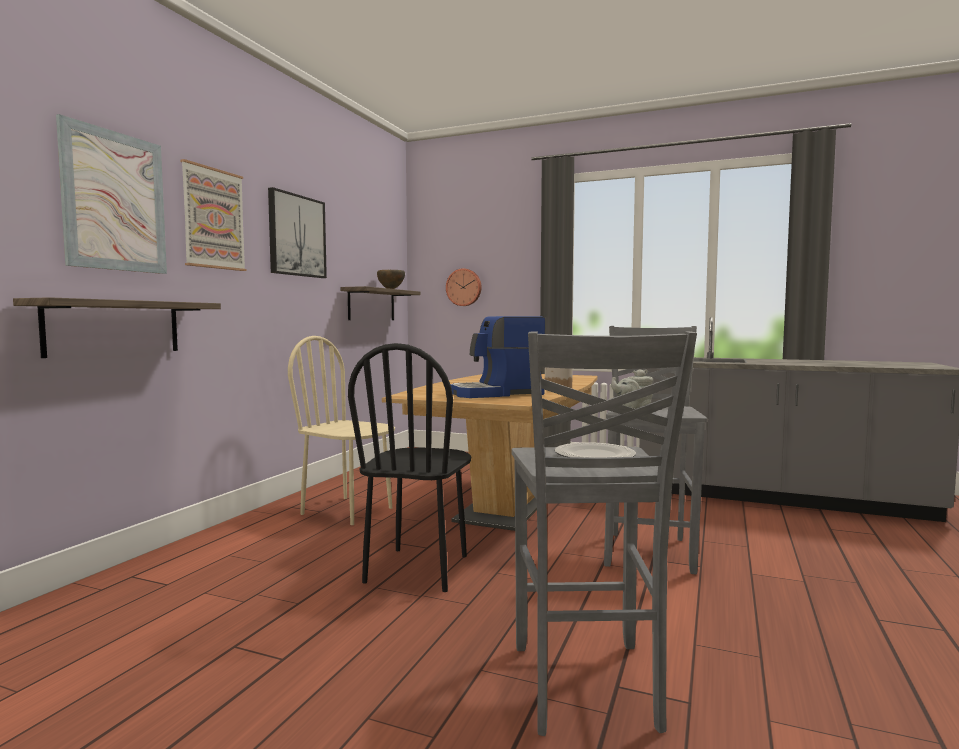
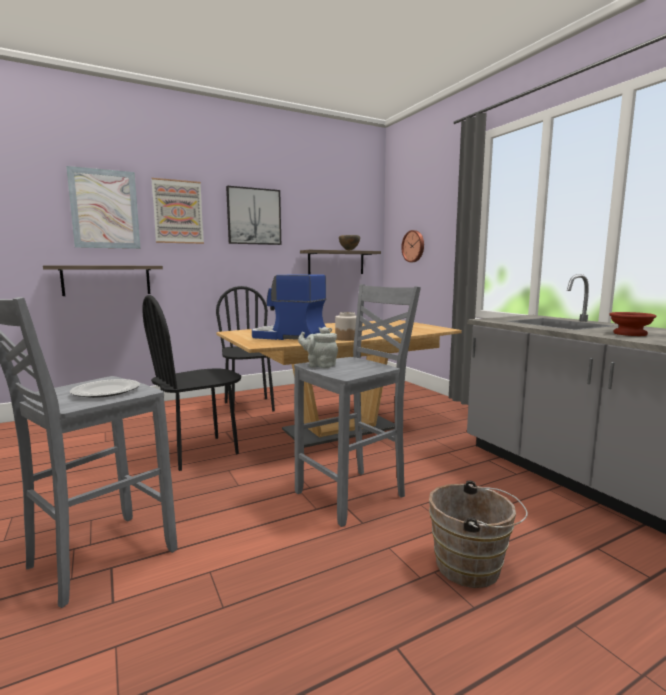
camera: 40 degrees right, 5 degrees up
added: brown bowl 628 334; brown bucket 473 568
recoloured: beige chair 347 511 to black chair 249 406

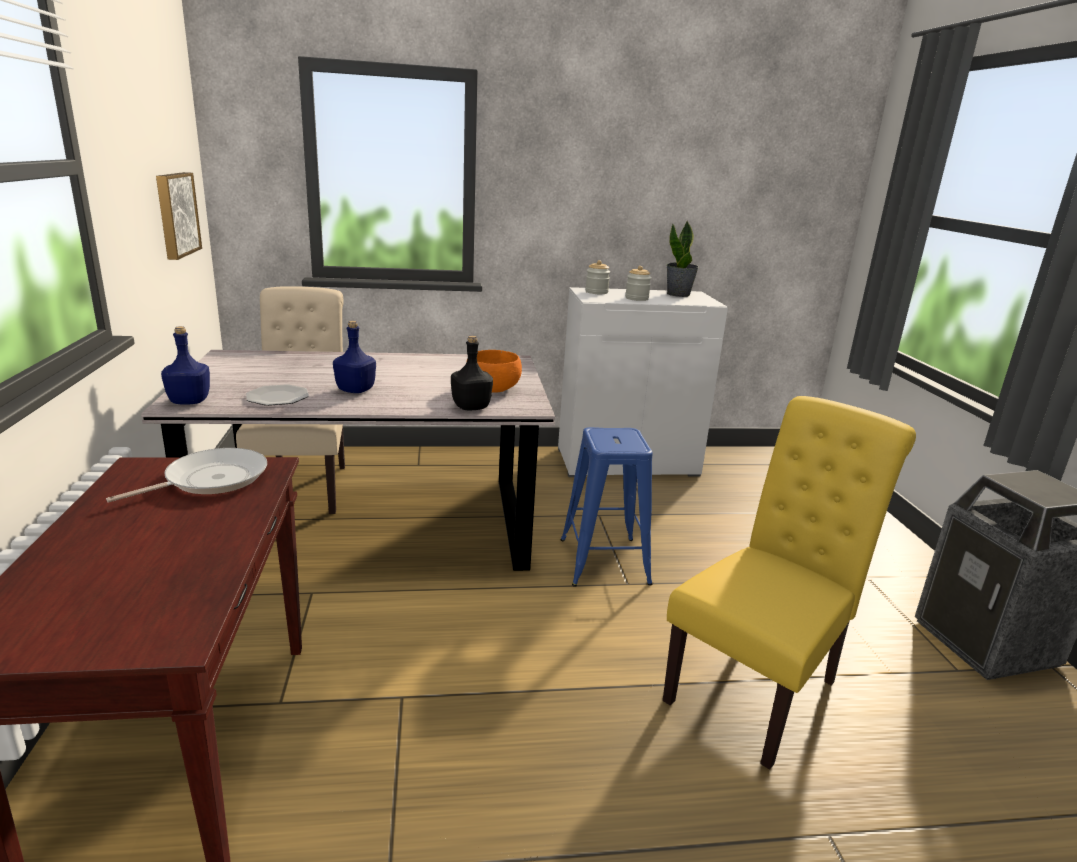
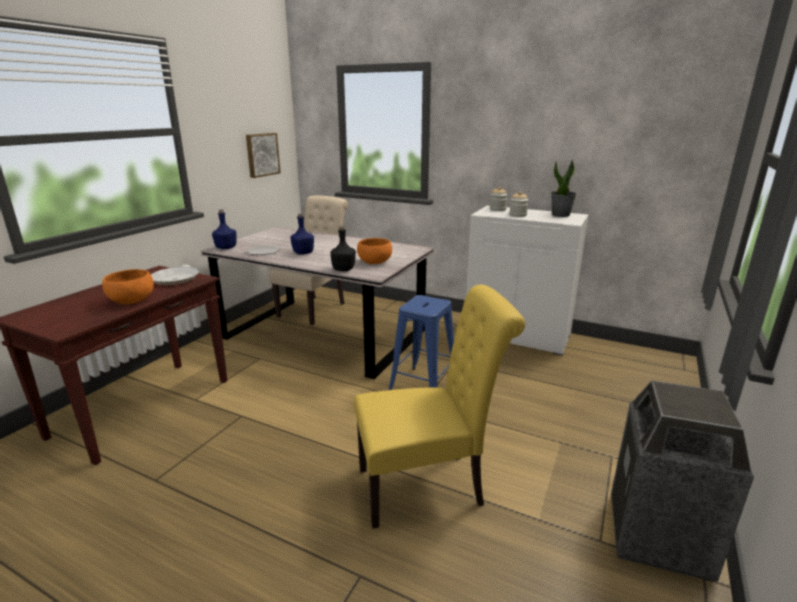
camera: 35 degrees right, 0 degrees up
added: orange bowl 132 300

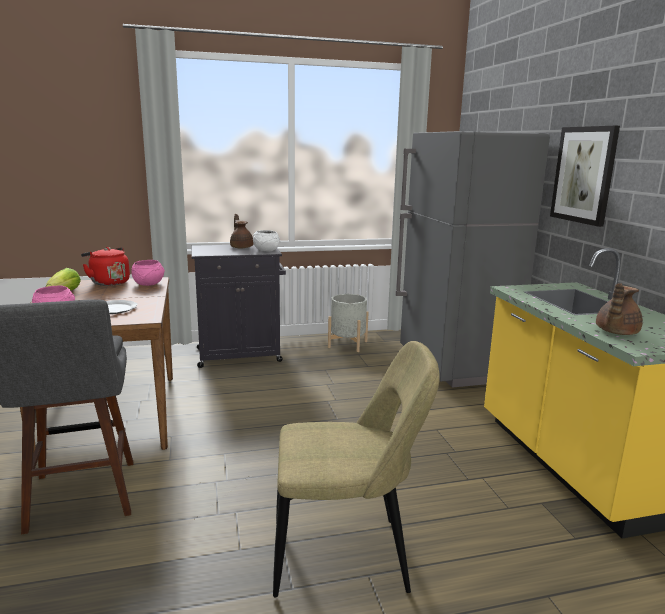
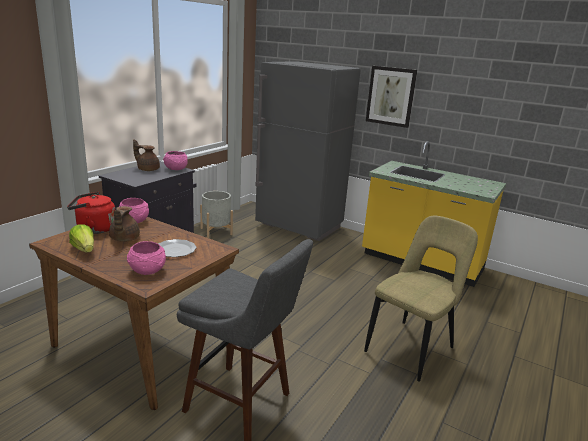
camera: 45 degrees left, 5 degrees up
moved: brown teapot 615 332 to 124 239
recoloured: white bowl 266 250 to pink bowl 175 169

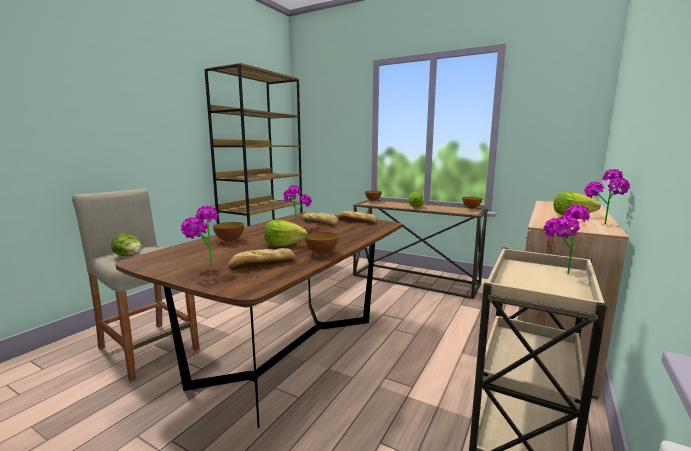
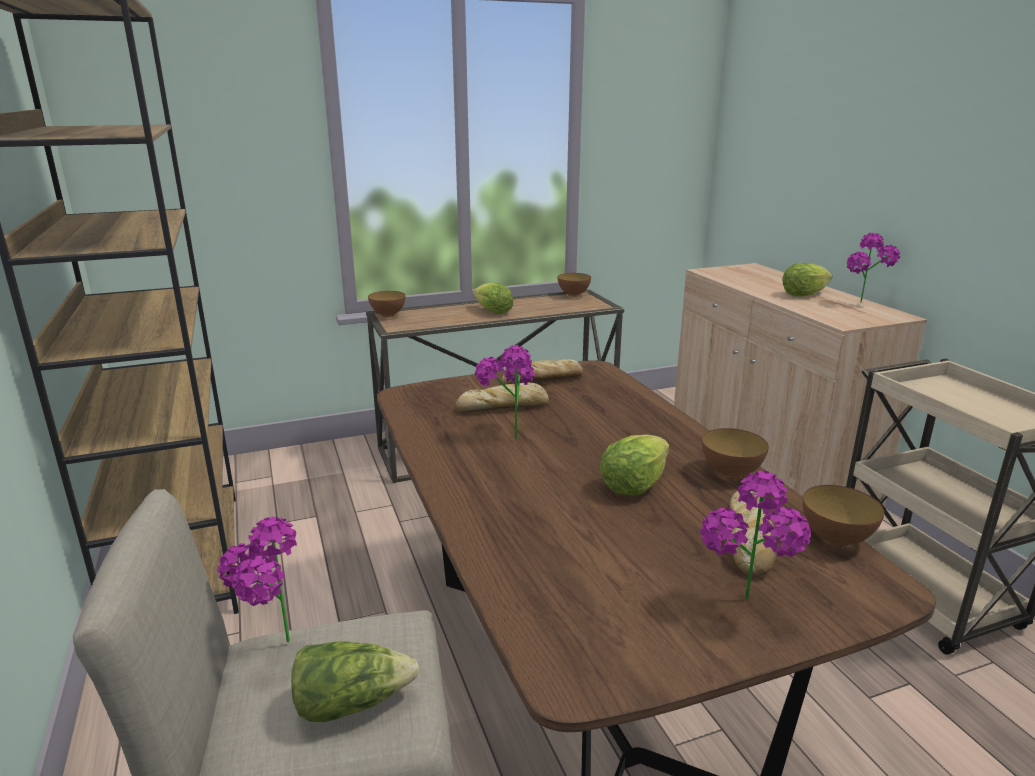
camera: 50 degrees left, 10 degrees up
moved: potted plant 559 273 to 271 650; bowl 230 241 to 835 539

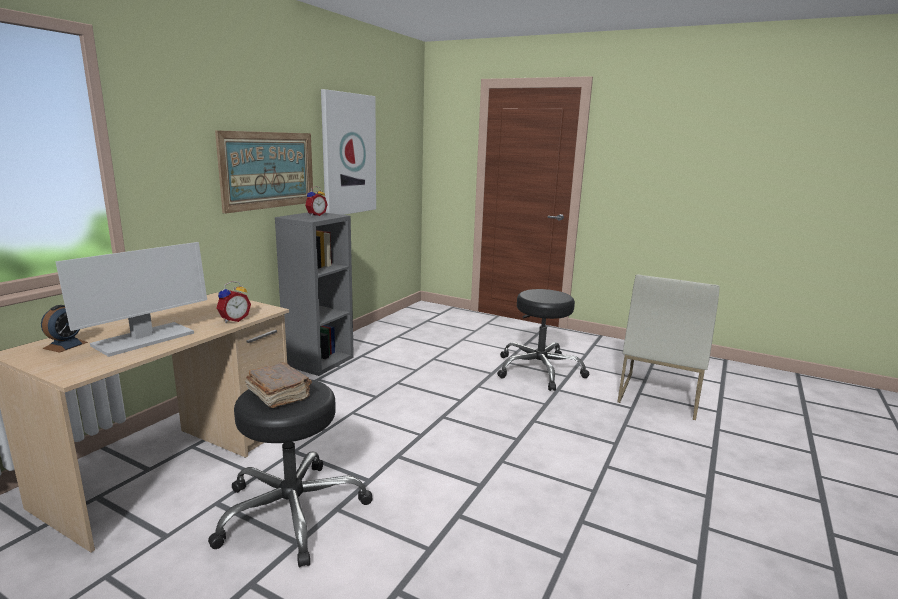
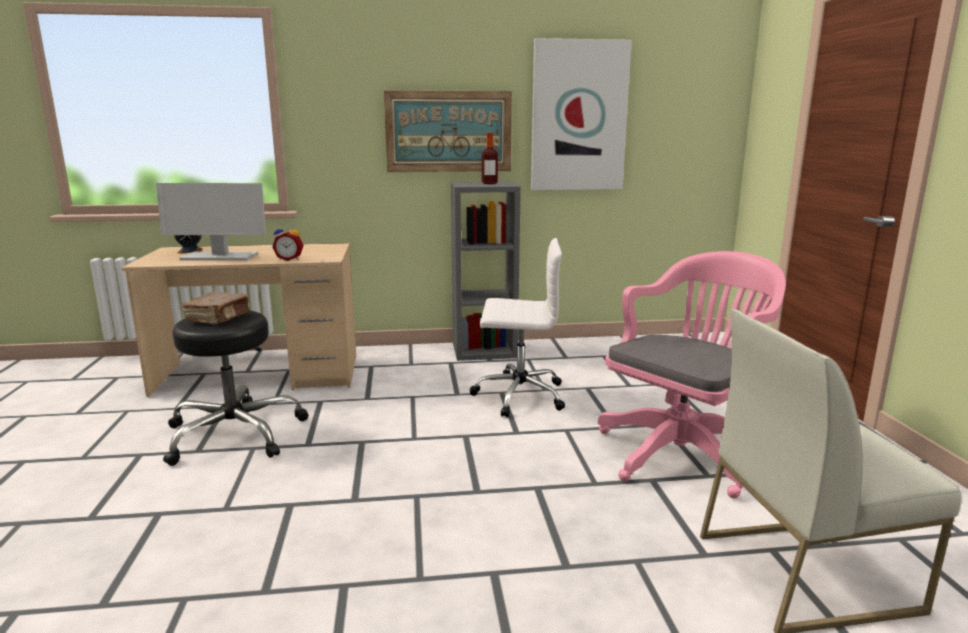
camera: 55 degrees right, 0 degrees up
added: white office chair 518 395
replaced: alarm clock 315 215 to bottle 489 183; black stool 539 370 to pink office chair 683 451

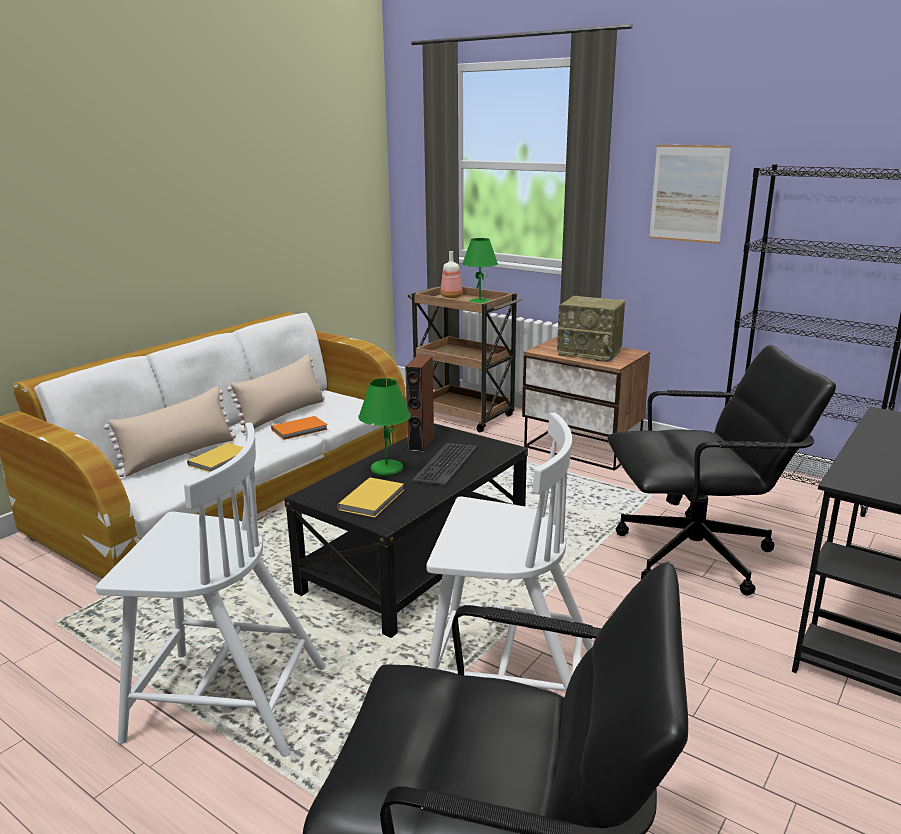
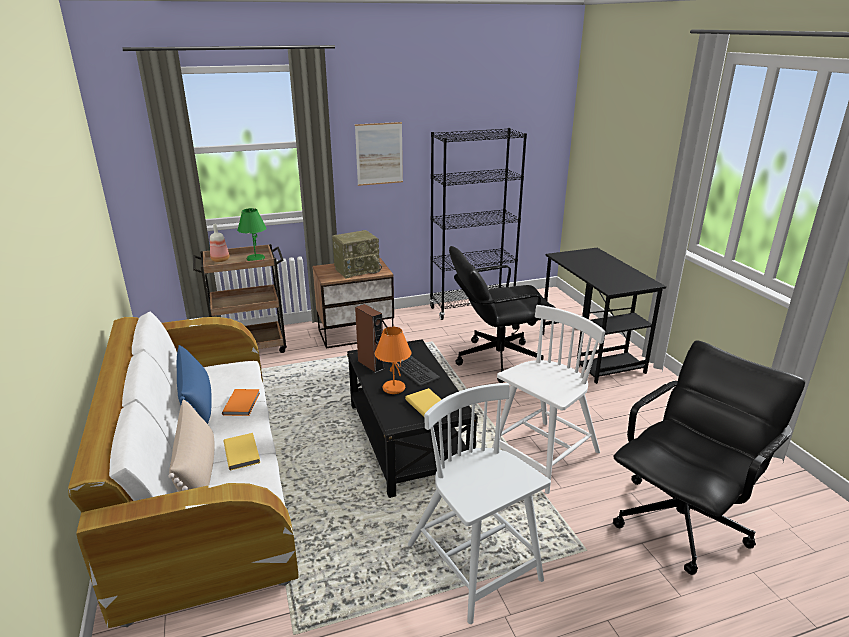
camera: 55 degrees left, 5 degrees up
recoloured: beige pillow 282 415 to blue pillow 197 402; green table lamp 386 469 to orange table lamp 393 388
turned: black office chair 696 556 = 497 359 135 degrees counterclockwise; white chair 224 701 = 475 564 75 degrees counterclockwise

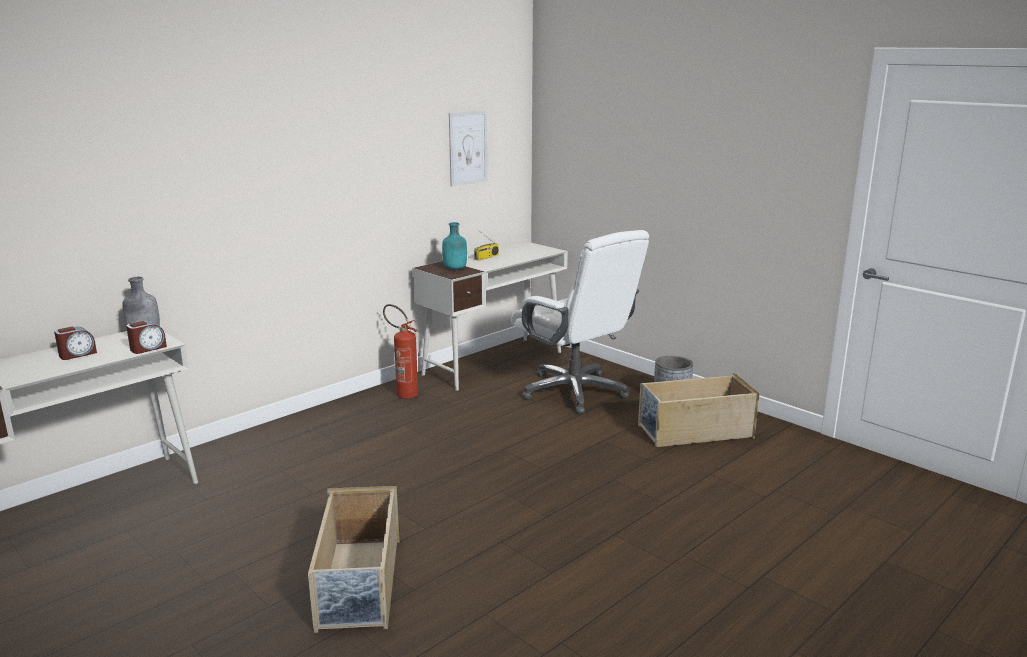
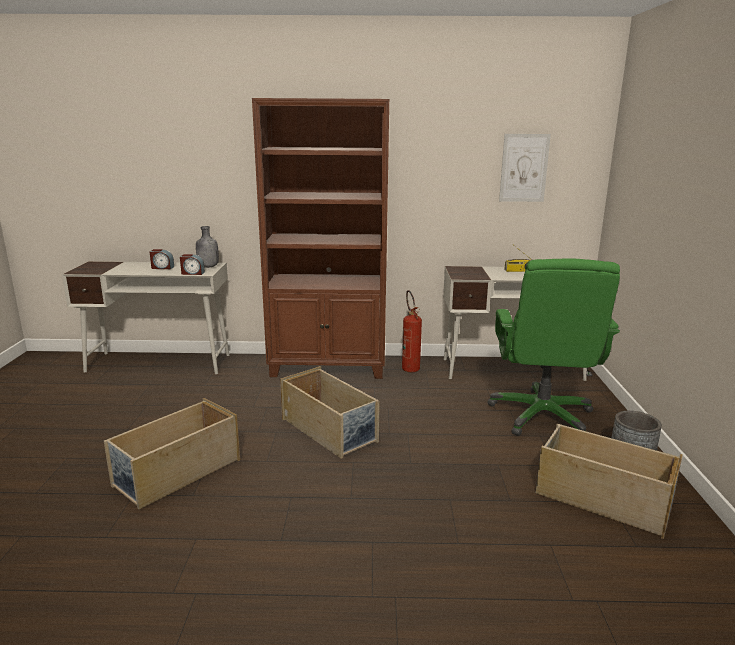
camera: 45 degrees right, 0 degrees up
removed: turquoise bottle 455 268
added: brown bookcase 329 367; beige storage box 330 430
recoloured: white office chair 575 392 to green office chair 542 416

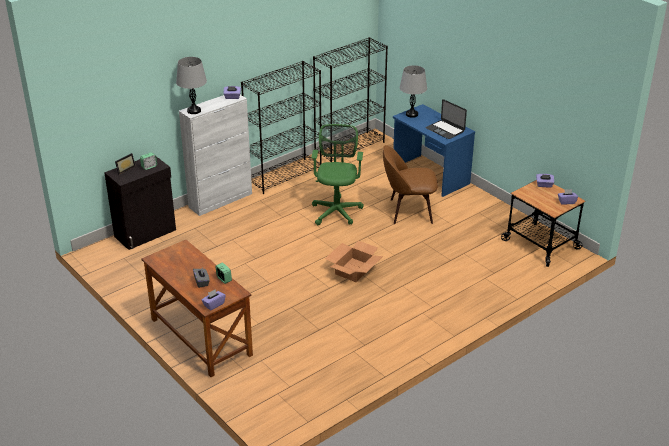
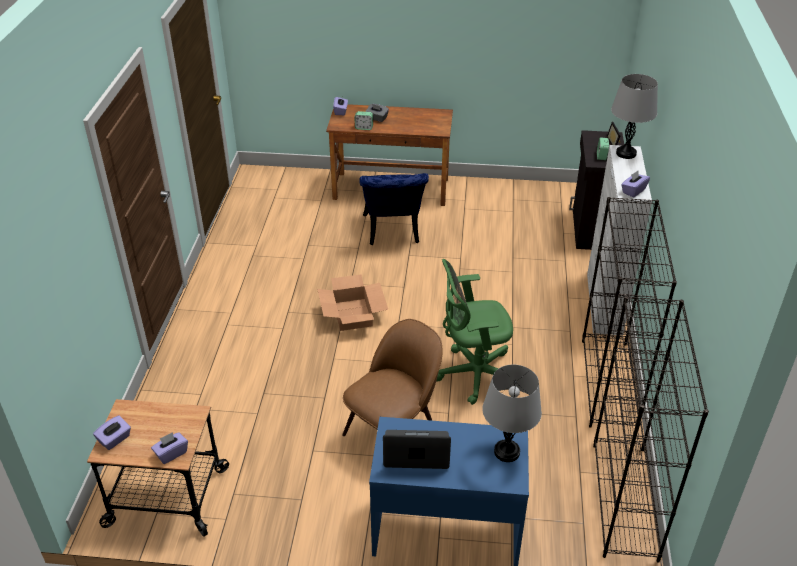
camera: 135 degrees right, 5 degrees up
added: blue chair 392 232
turned: green office chair 337 210 = 473 375 120 degrees clockwise

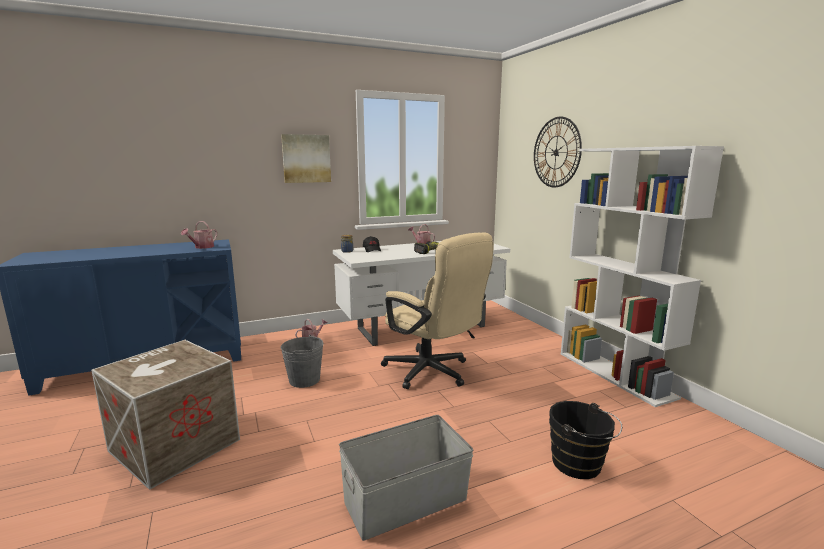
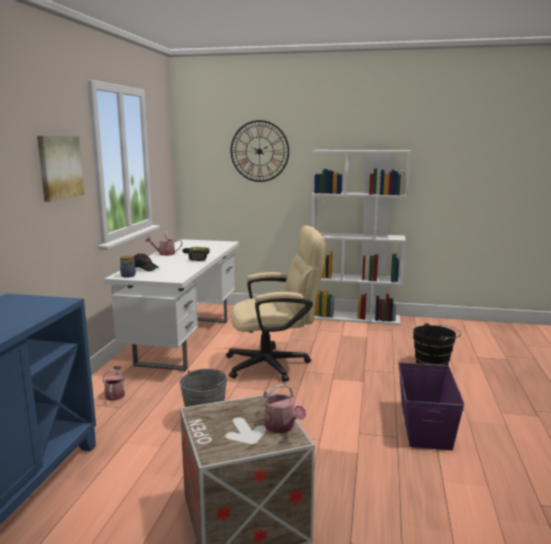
camera: 55 degrees left, 0 degrees up
moved: watering can 202 247 to 282 427
recoloured: grey storage box 406 501 to purple storage box 425 424

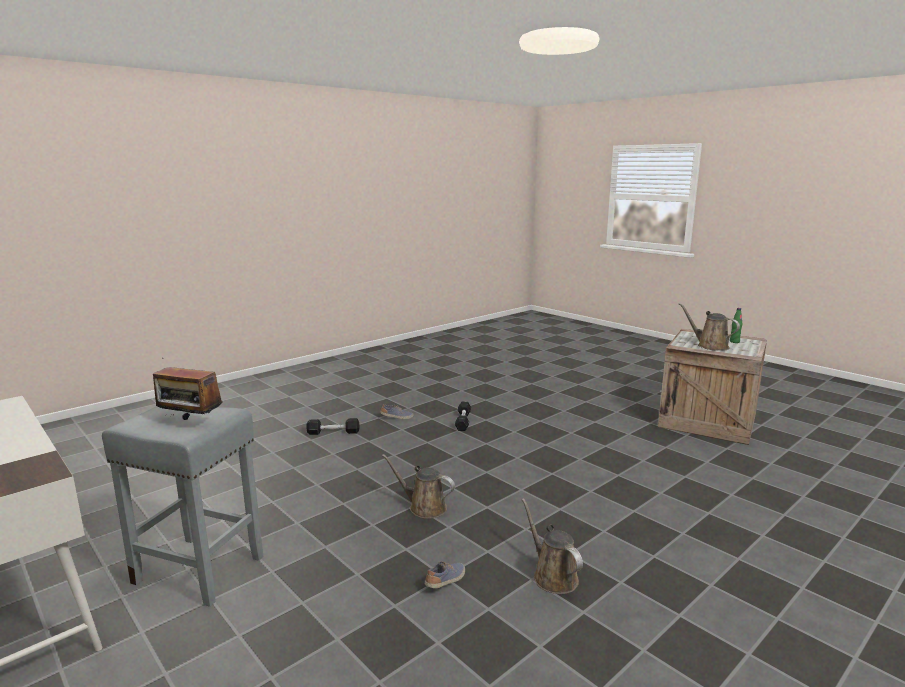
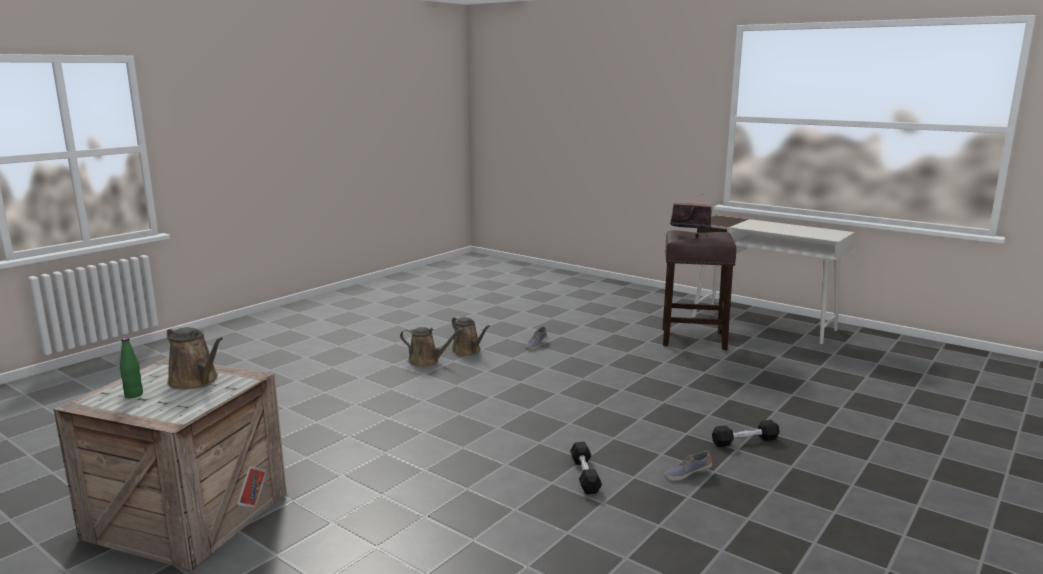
camera: 170 degrees right, 0 degrees up
moved: brown watering can 424 507 to 426 361
recoloured: grey stool 201 570 to brown stool 692 339

